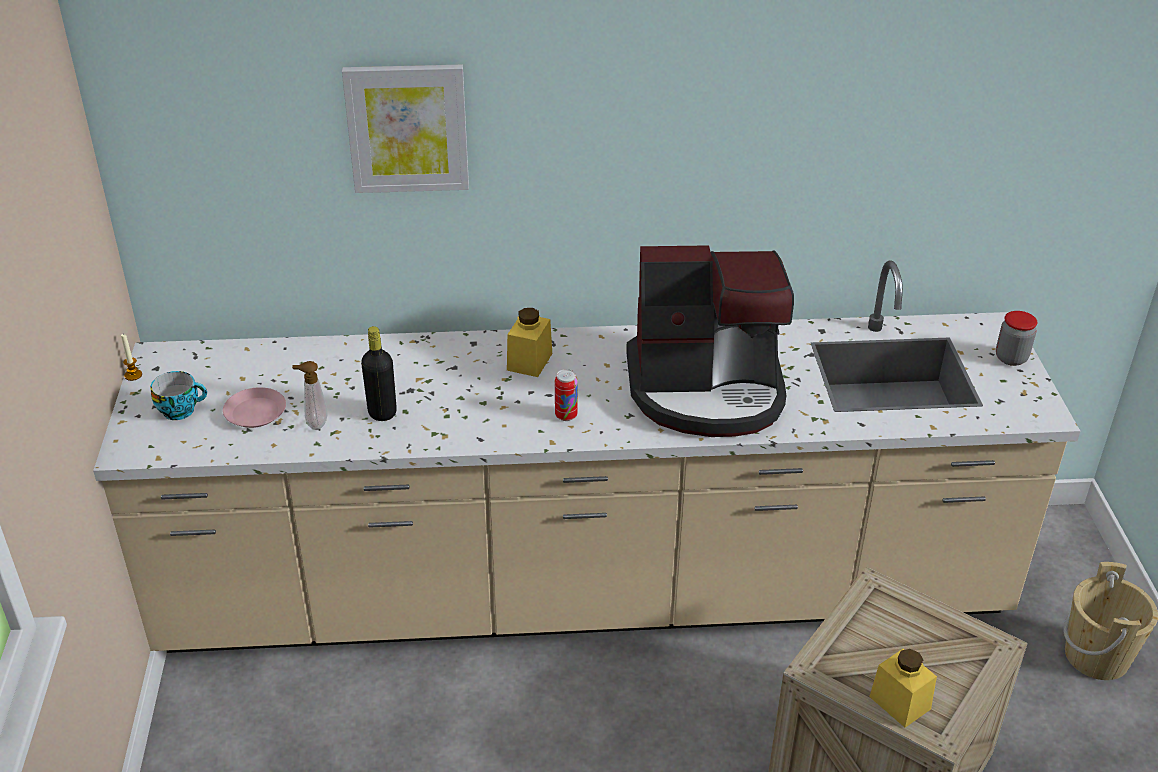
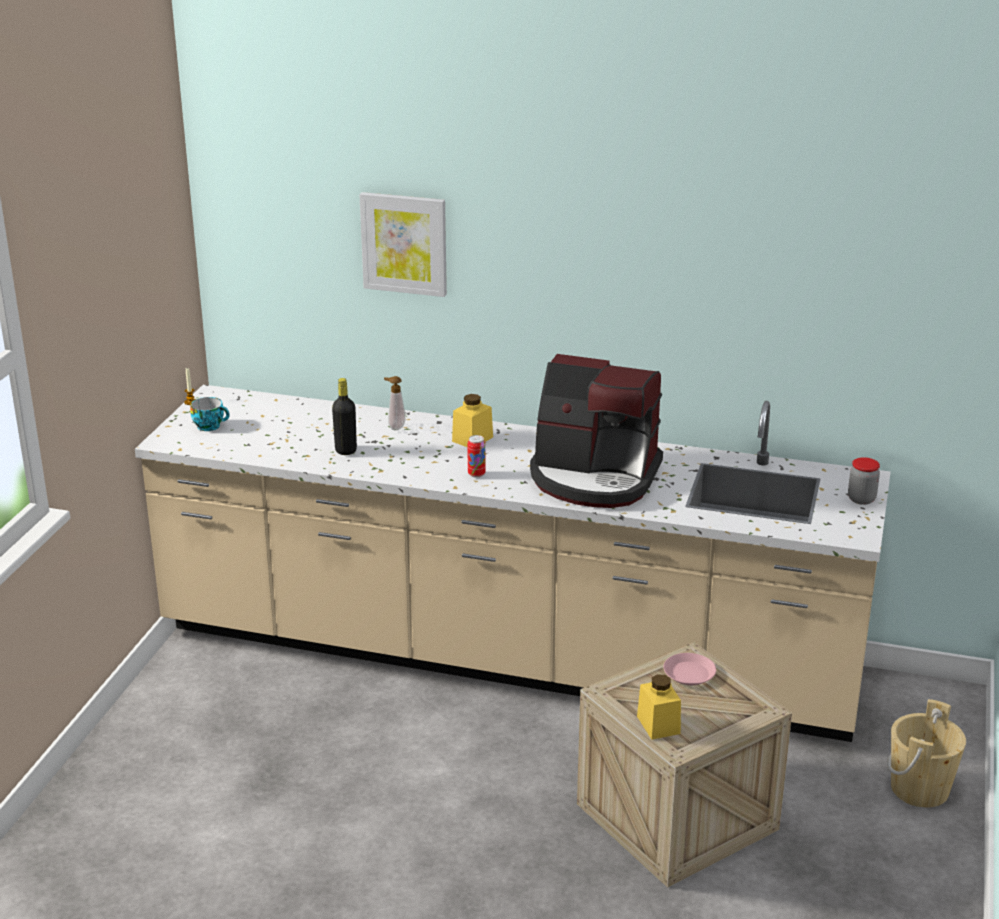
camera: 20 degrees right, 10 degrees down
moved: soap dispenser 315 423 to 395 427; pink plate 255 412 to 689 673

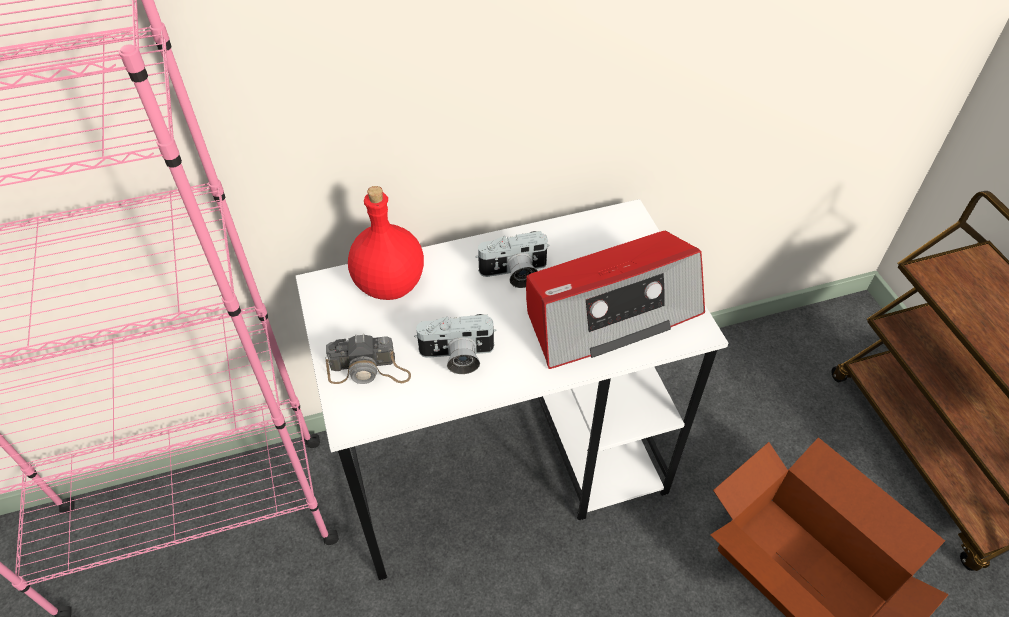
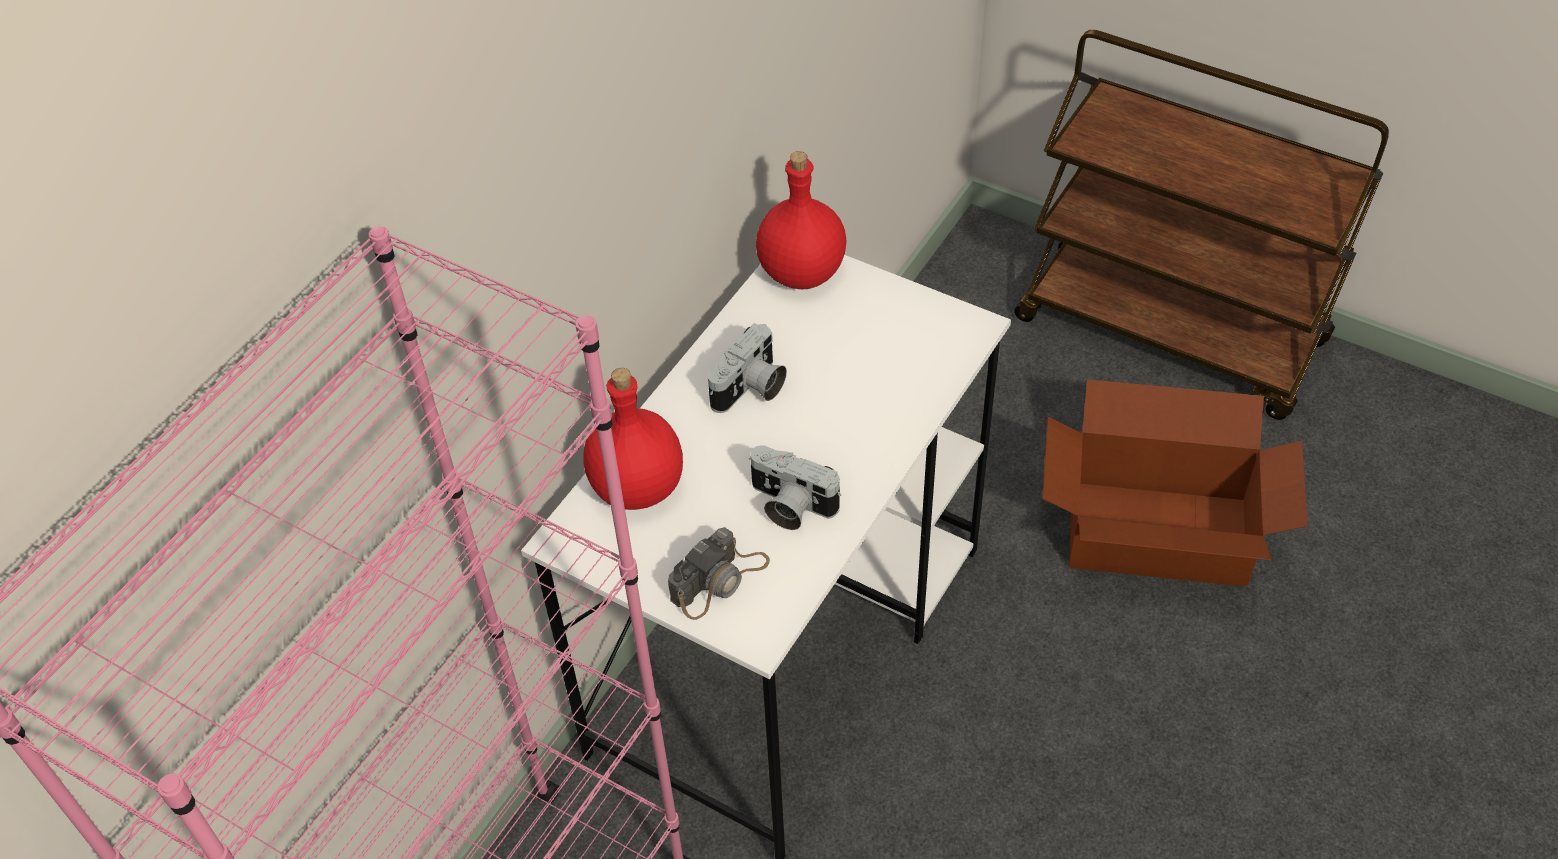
camera: 40 degrees left, 0 degrees up
removed: radio 610 313
added: red bottle 800 273
turned: photo camera 457 357 = 789 505 75 degrees clockwise

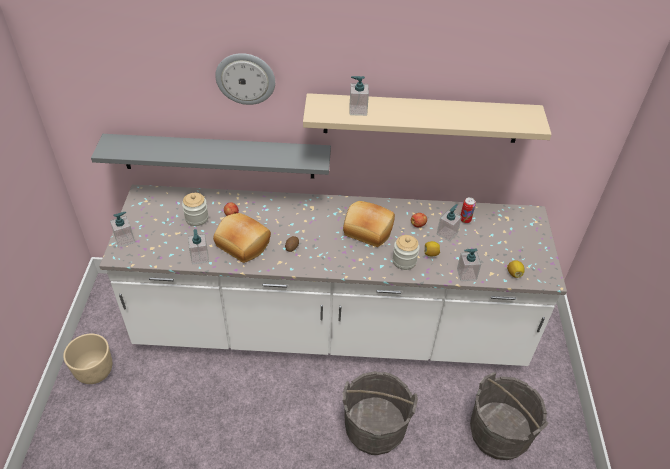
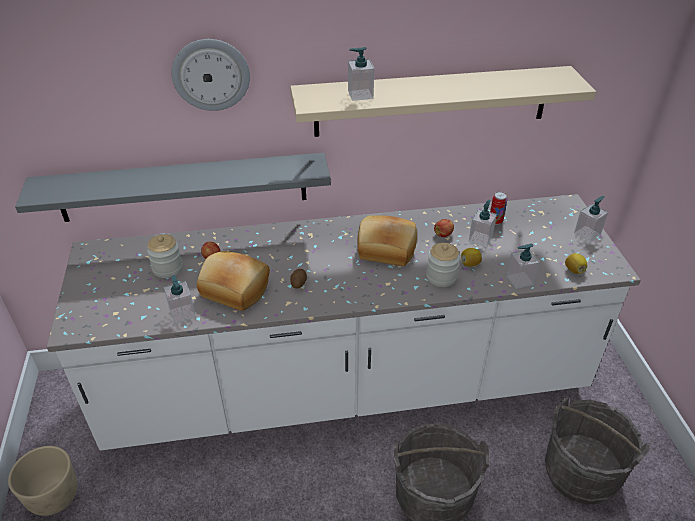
camera: 10 degrees left, 5 degrees down
moved: soap dispenser 125 240 to 587 233

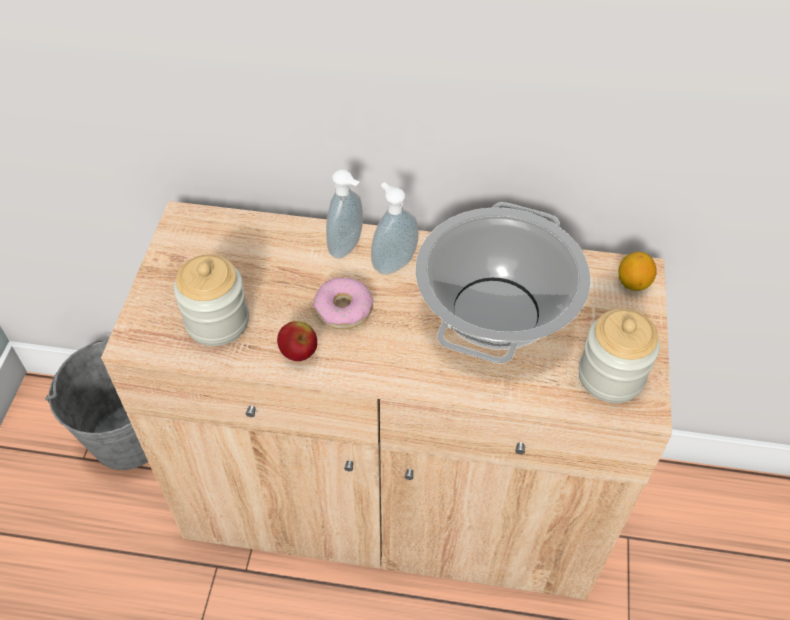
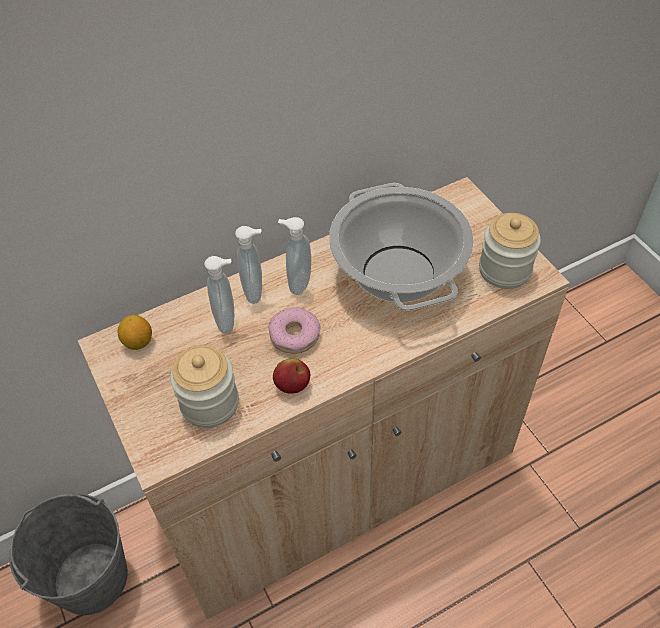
camera: 35 degrees left, 0 degrees up
added: soap dispenser 228 320
moved: lemon 632 283 to 138 342

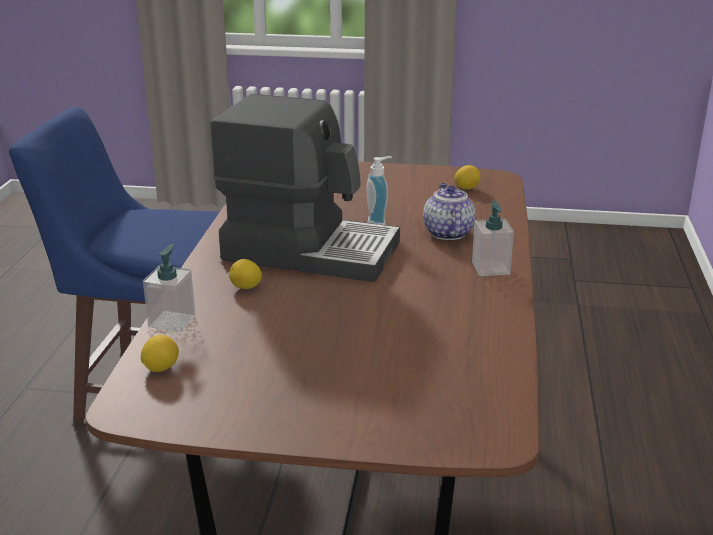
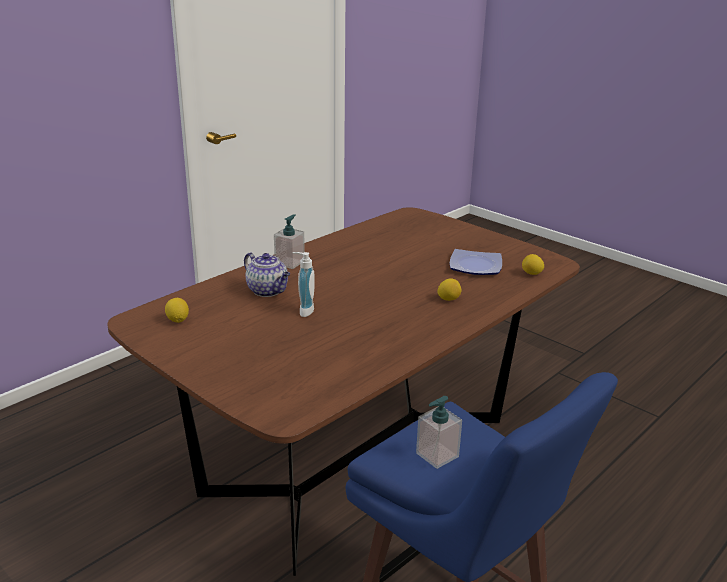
camera: 145 degrees left, 0 degrees up
removed: coffee machine 310 250
added: plate 474 265
moved: soap dispenser 172 321 to 437 455
turned: teapot 447 232 = 268 291 75 degrees counterclockwise

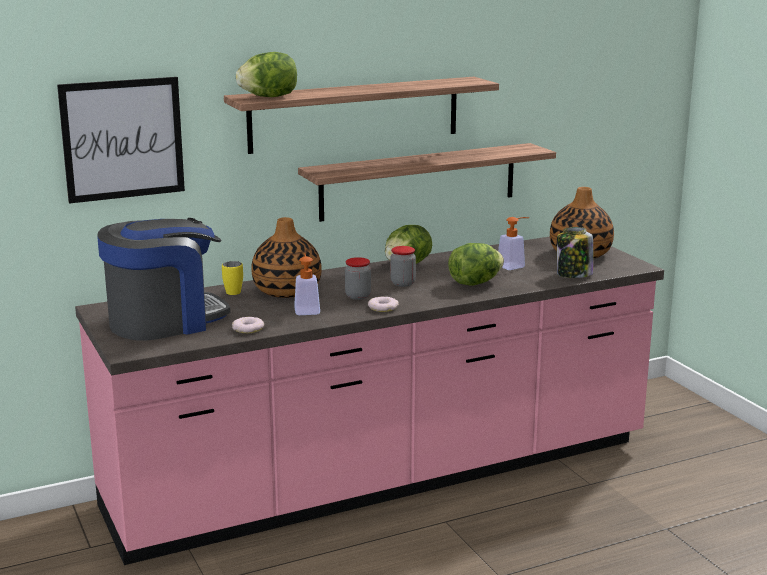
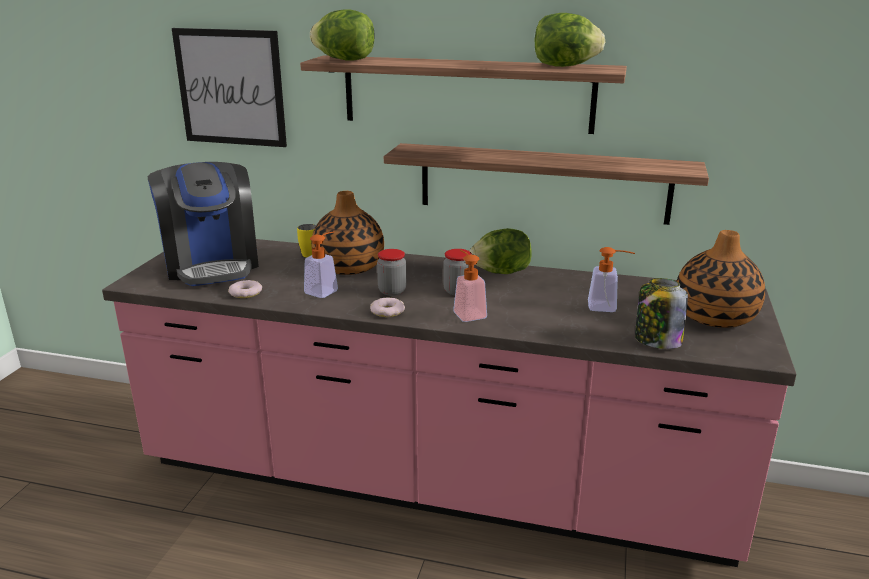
camera: 40 degrees right, 5 degrees up
added: soap dispenser 467 313
moved: lettuce 475 283 to 564 66
turned: coffee machine 165 321 = 212 264 60 degrees clockwise

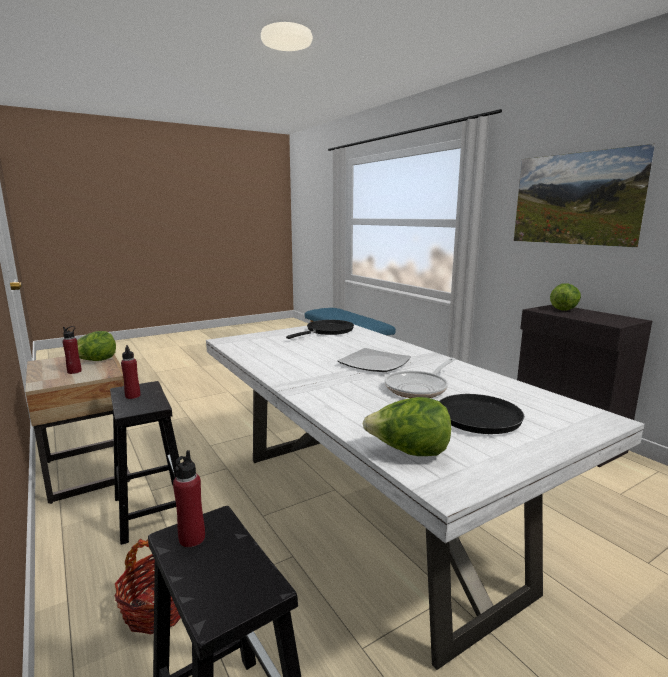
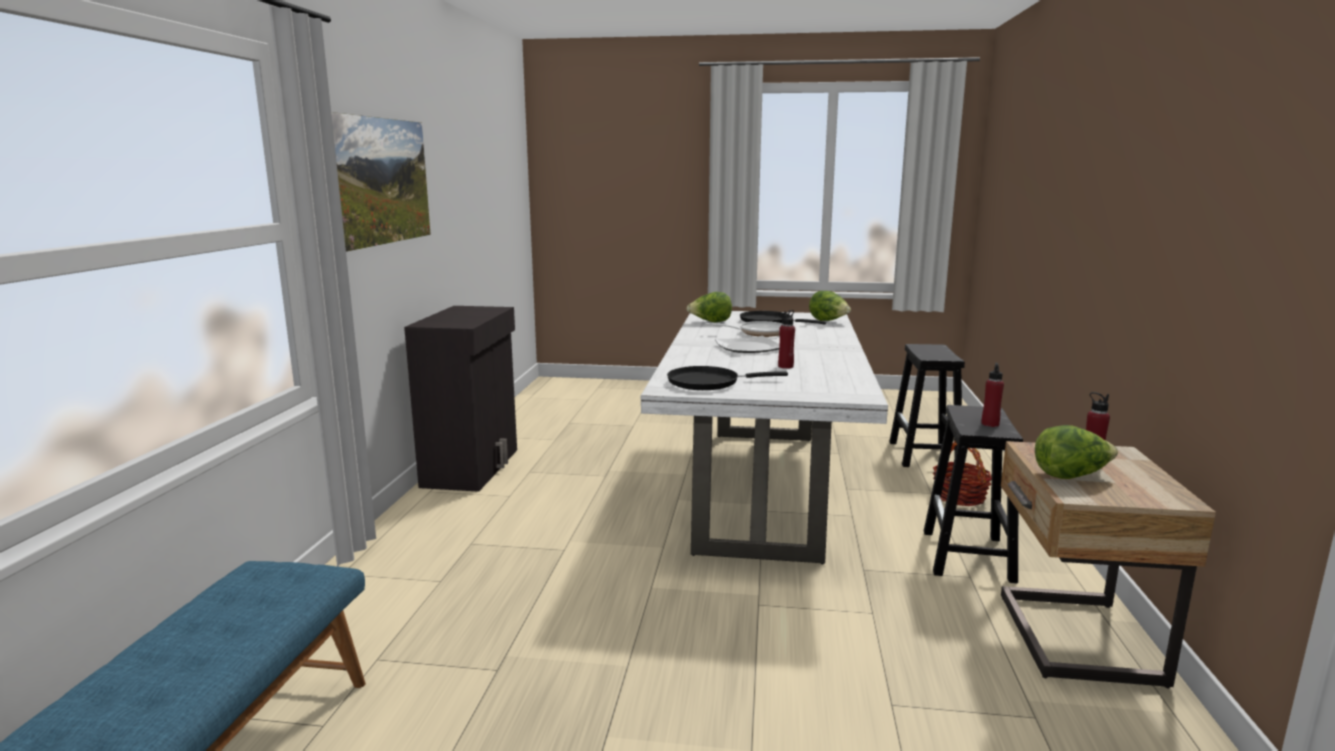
camera: 140 degrees left, 0 degrees up
moved: lettuce 564 309 to 710 322; red bottle 192 538 to 785 366

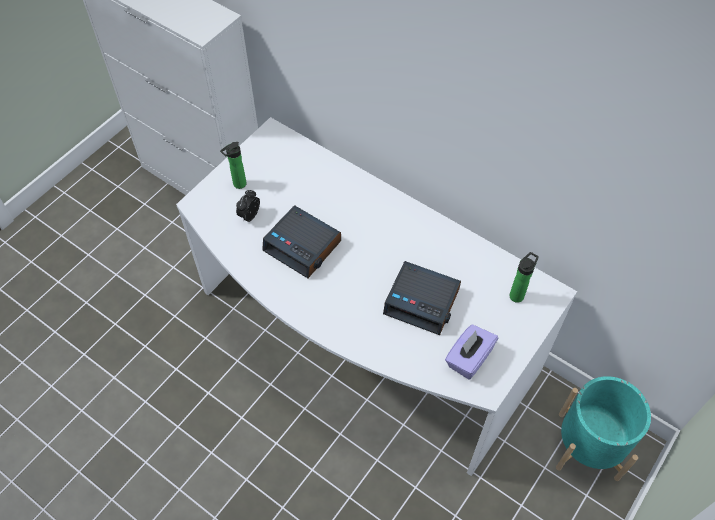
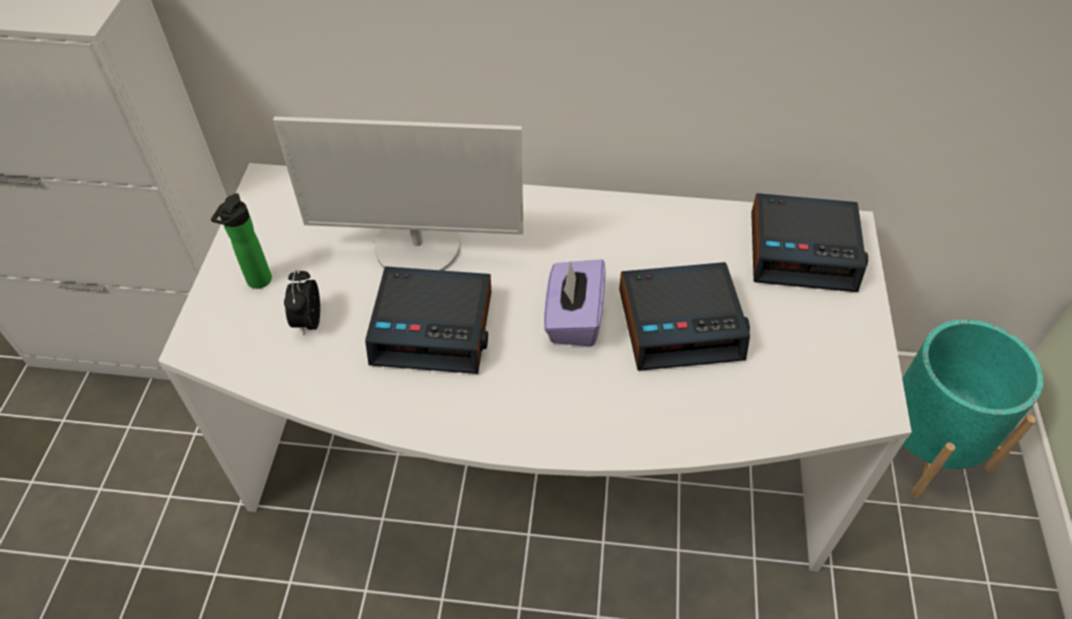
camera: 30 degrees left, 5 degrees down
added: monitor 418 247
moved: purple tissue box 468 358 to 573 319
replaced: bottle 517 294 to alarm clock 803 251

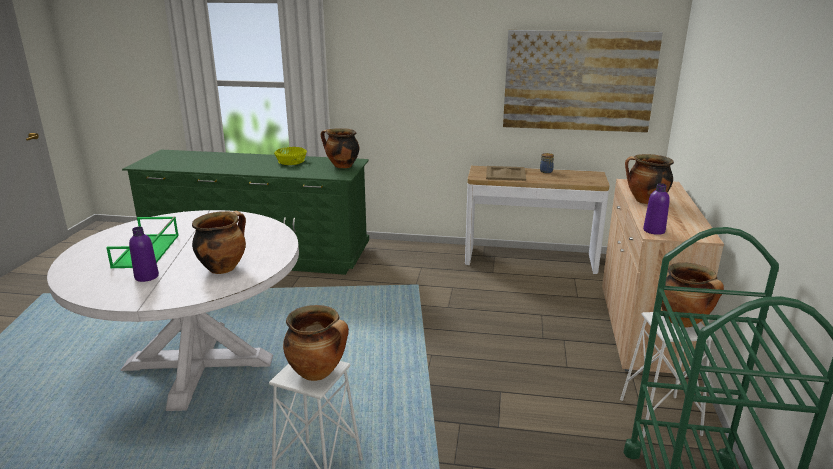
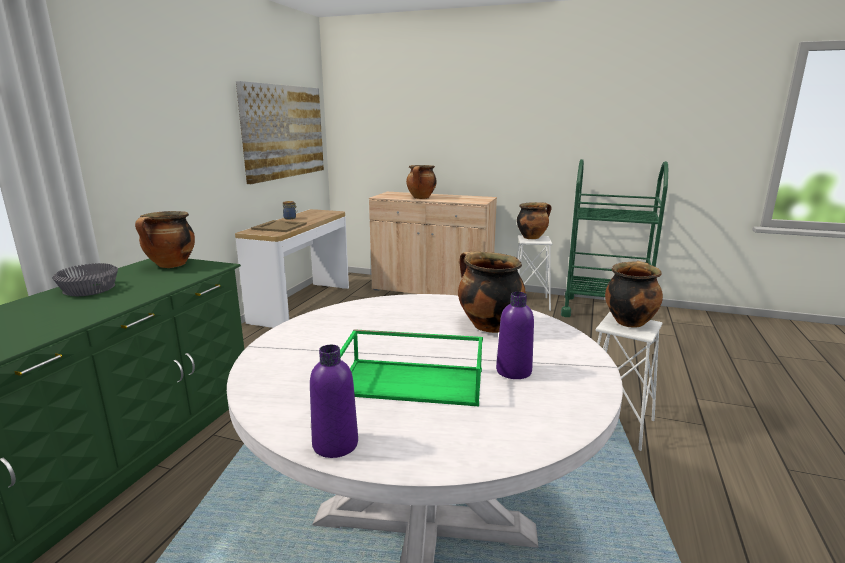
camera: 80 degrees left, 5 degrees down
moved: purple bottle 654 231 to 335 444
recoloured: yellow bowl 292 161 to grey bowl 90 289

